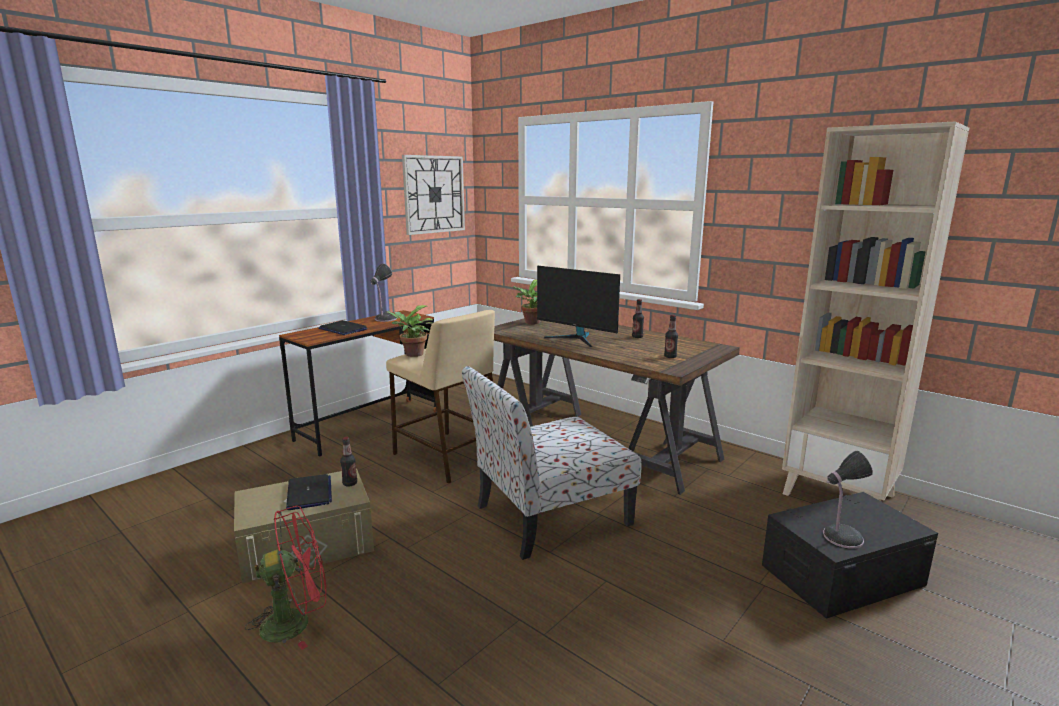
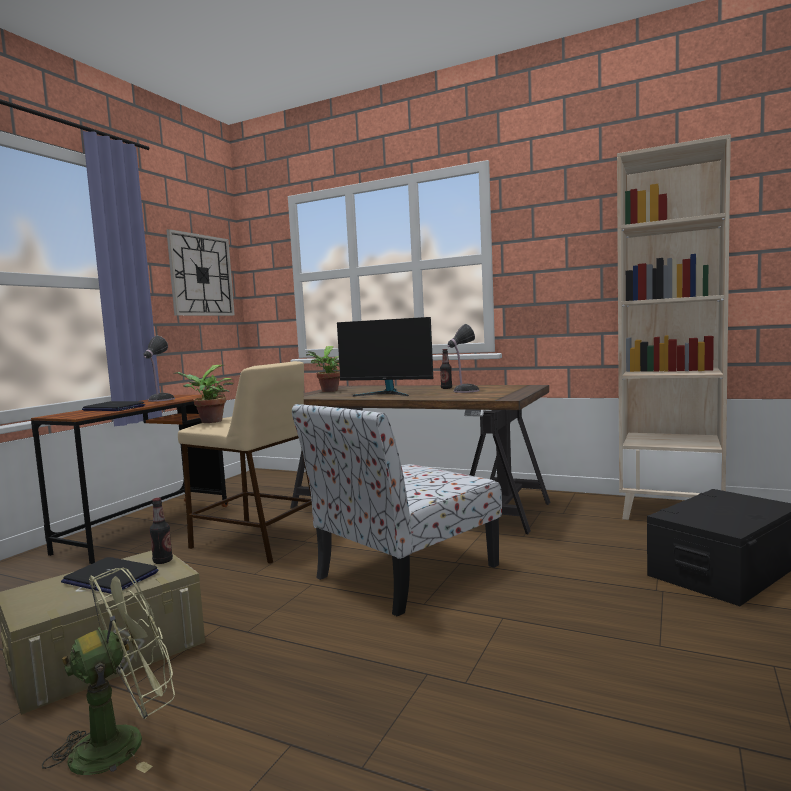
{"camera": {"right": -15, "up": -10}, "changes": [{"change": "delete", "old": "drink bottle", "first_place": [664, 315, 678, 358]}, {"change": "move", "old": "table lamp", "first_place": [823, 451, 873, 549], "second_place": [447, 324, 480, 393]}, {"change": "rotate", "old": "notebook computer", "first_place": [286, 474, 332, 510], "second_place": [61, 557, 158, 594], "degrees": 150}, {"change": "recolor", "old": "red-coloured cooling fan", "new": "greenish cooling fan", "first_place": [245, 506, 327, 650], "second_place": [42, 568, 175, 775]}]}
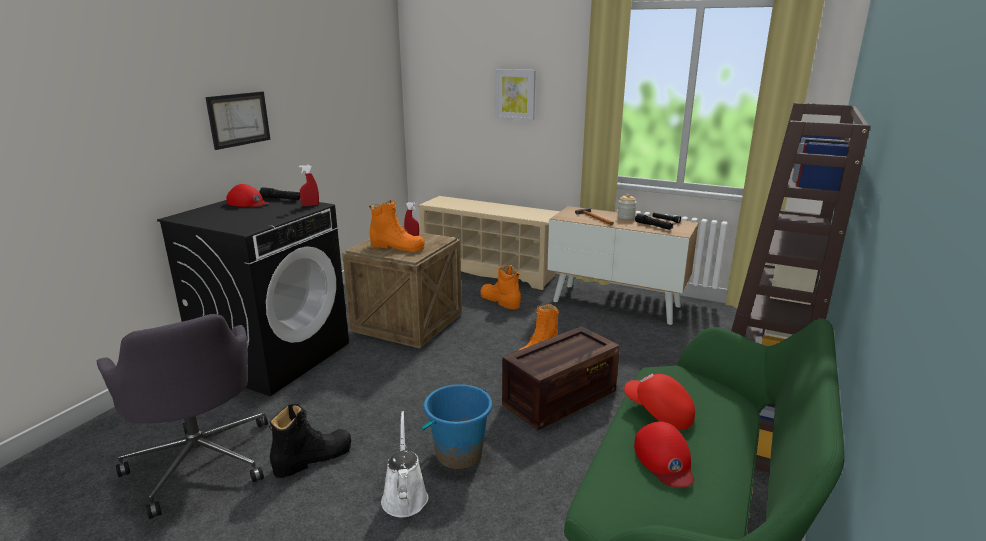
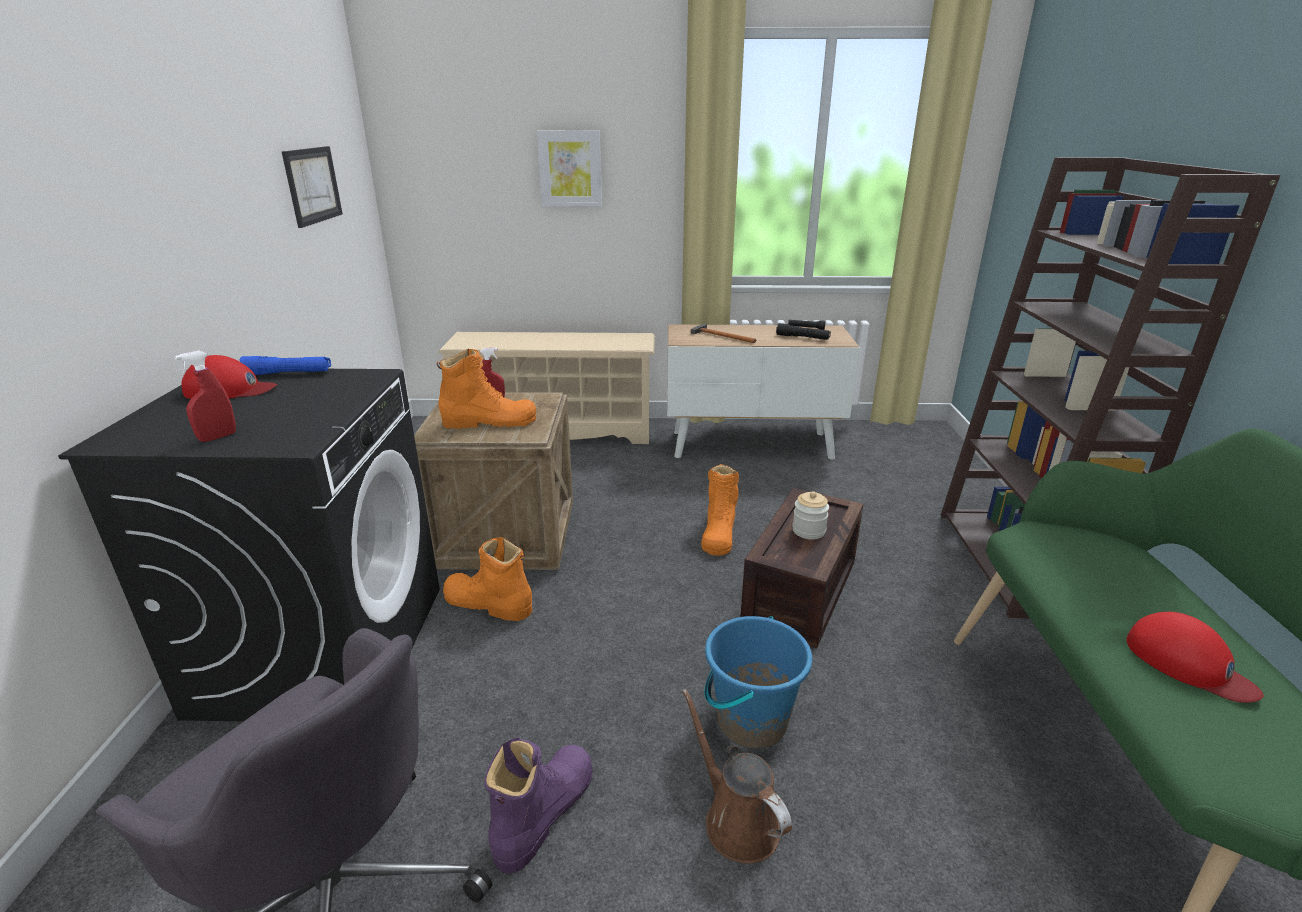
{"camera": {"right": -25, "up": 5}, "changes": [{"change": "move", "old": "wall art", "first_place": [205, 91, 271, 150], "second_place": [282, 146, 343, 228]}, {"change": "move", "old": "red-coloured sprayer", "first_place": [299, 165, 319, 206], "second_place": [175, 351, 236, 442]}, {"change": "recolor", "old": "black torch", "new": "bluish torch", "first_place": [259, 187, 300, 200], "second_place": [240, 356, 331, 375]}, {"change": "move", "old": "preserve jar", "first_place": [617, 194, 637, 219], "second_place": [792, 491, 829, 539]}, {"change": "move", "old": "orange-coloured high-top boot", "first_place": [480, 265, 521, 309], "second_place": [443, 537, 532, 621]}, {"change": "delete", "old": "red-coloured peaked cap", "first_place": [624, 374, 695, 430]}, {"change": "recolor", "old": "black high-top boot", "new": "purple high-top boot", "first_place": [269, 404, 351, 478], "second_place": [484, 737, 593, 874]}, {"change": "recolor", "old": "white watering can", "new": "brown watering can", "first_place": [381, 411, 428, 517], "second_place": [682, 689, 792, 864]}]}
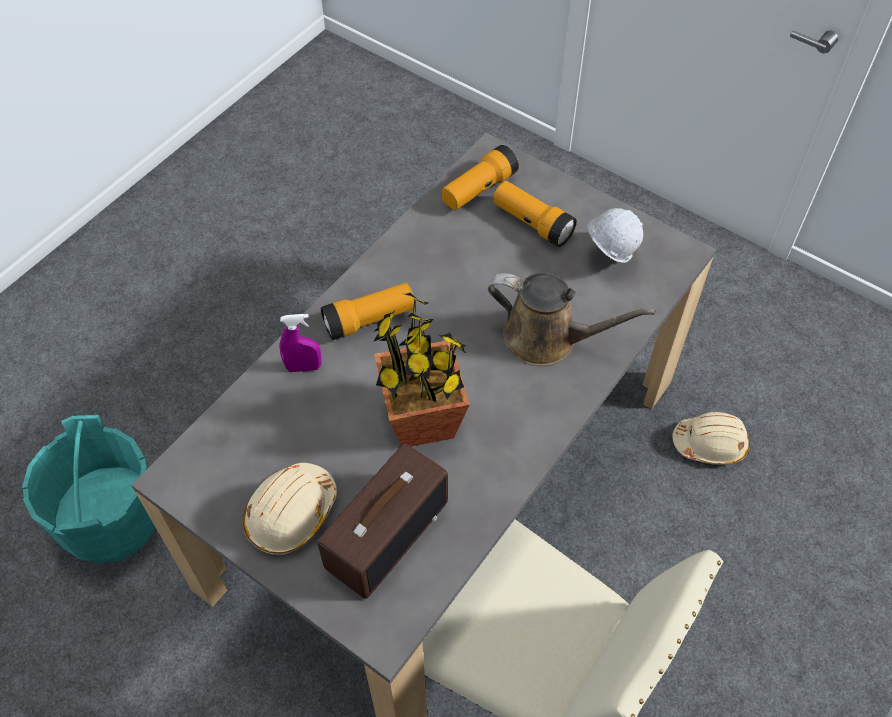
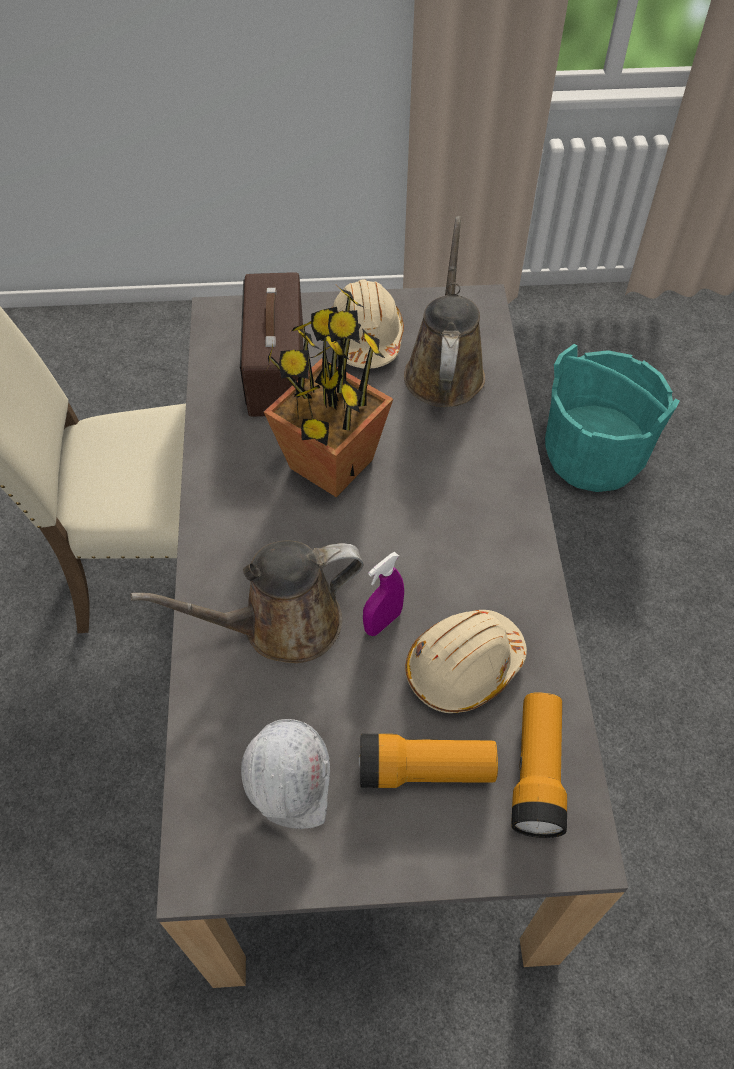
{"camera": {"right": 140, "up": 0}, "changes": [{"change": "delete", "old": "torch", "first_place": [321, 283, 414, 340]}, {"change": "move", "old": "purple sprayer", "first_place": [280, 314, 322, 372], "second_place": [363, 552, 404, 636]}, {"change": "move", "old": "sand-coloured hard hat", "first_place": [672, 412, 750, 465], "second_place": [405, 610, 527, 713]}, {"change": "insert", "new": "brown watering can", "second_place": [404, 216, 485, 407]}]}
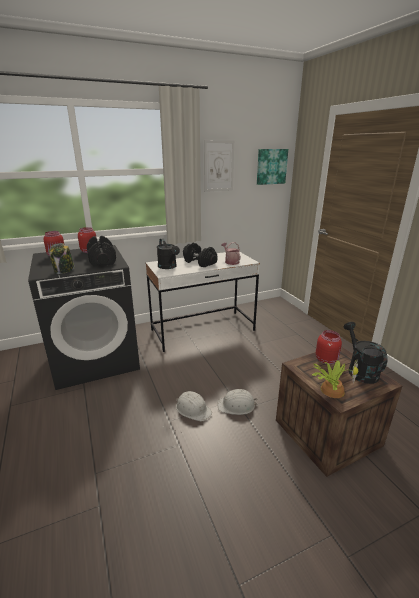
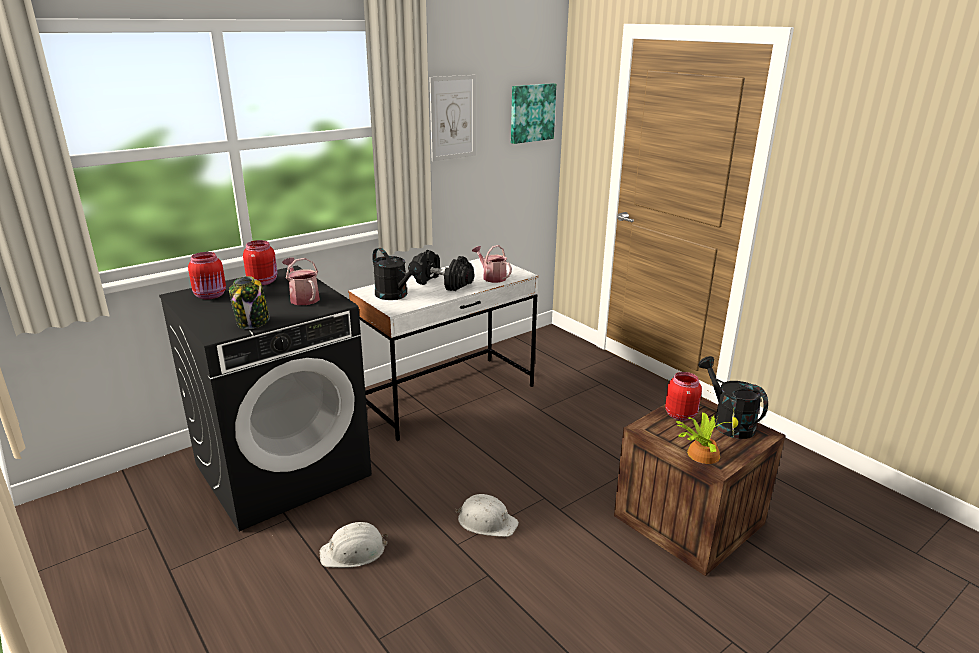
{"camera": {"right": -15, "up": 0}, "changes": [{"change": "replace", "old": "black hand weight", "new": "watering can", "first_place": [86, 236, 116, 267], "second_place": [282, 258, 320, 305]}, {"change": "move", "old": "white hard hat", "first_place": [217, 389, 257, 415], "second_place": [320, 522, 388, 568]}]}
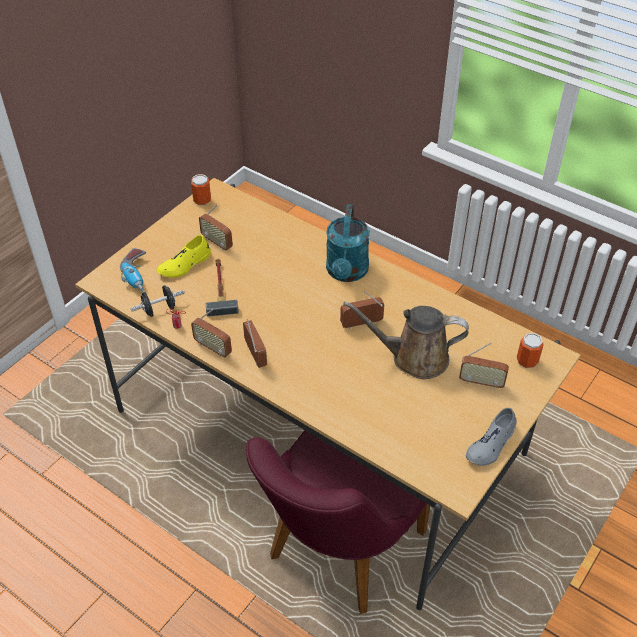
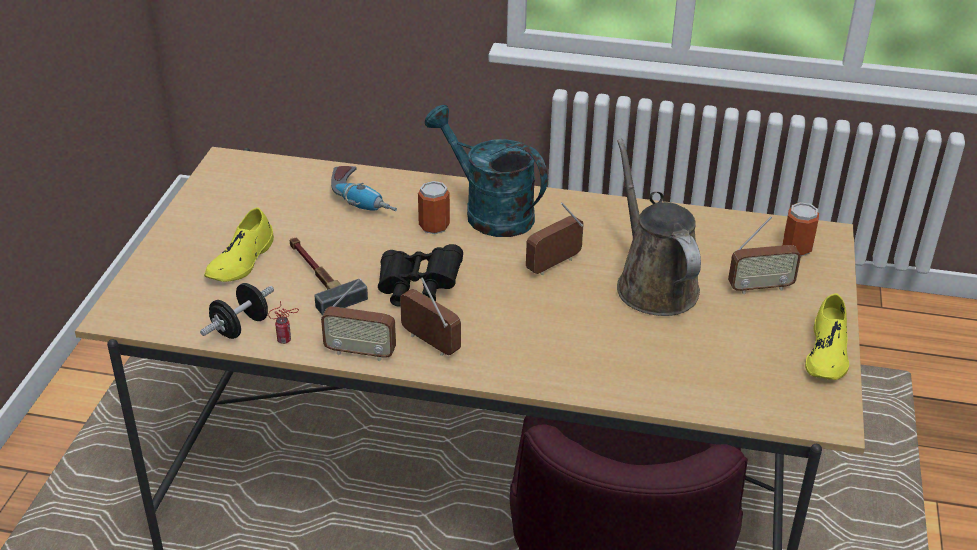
{"camera": {"right": -25, "up": -10}, "changes": [{"change": "move", "old": "sealed can", "first_place": [191, 174, 211, 205], "second_place": [418, 181, 450, 234]}, {"change": "delete", "old": "radio set", "first_place": [199, 204, 233, 251]}, {"change": "rotate", "old": "blue-green watering can", "first_place": [326, 204, 370, 282], "second_place": [425, 105, 548, 237], "degrees": 150}, {"change": "move", "old": "power drill", "first_place": [120, 248, 146, 293], "second_place": [331, 166, 397, 211]}, {"change": "rotate", "old": "brown watering can", "first_place": [343, 301, 469, 379], "second_place": [617, 139, 701, 316], "degrees": 90}, {"change": "recolor", "old": "grey item of footwear", "new": "yellow-coloured item of footwear", "first_place": [466, 408, 517, 466], "second_place": [805, 293, 849, 380]}, {"change": "insert", "new": "black field glasses", "second_place": [378, 244, 463, 307]}]}
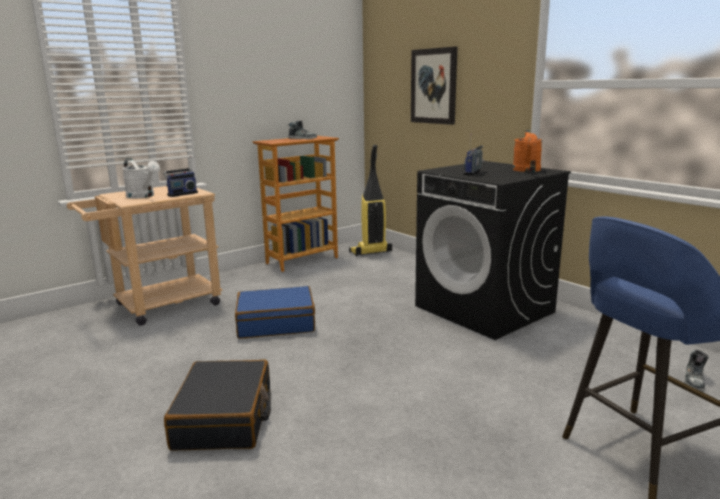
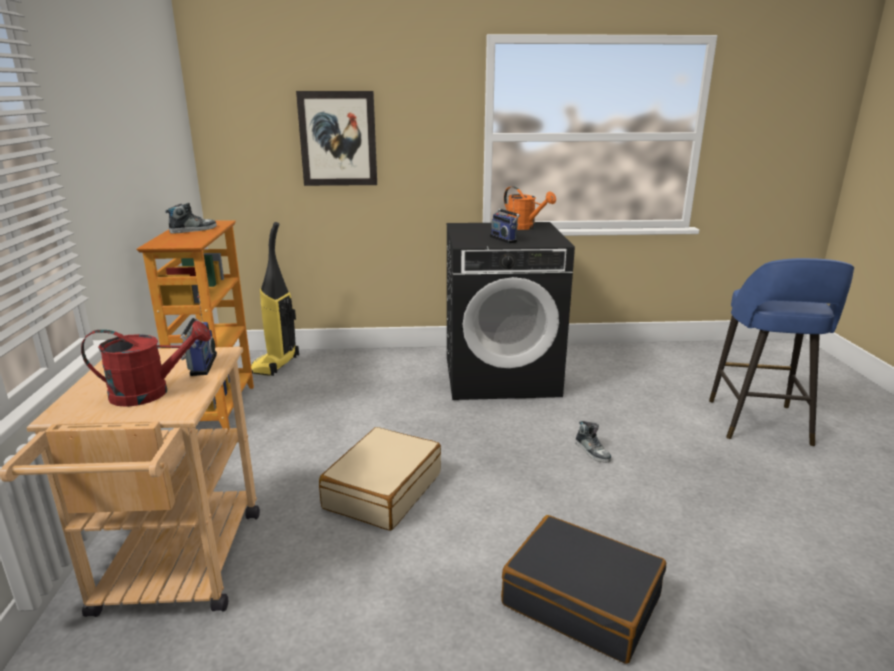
{"camera": {"right": -55, "up": 5}, "changes": [{"change": "recolor", "old": "white watering can", "new": "red-coloured watering can", "first_place": [122, 158, 160, 198], "second_place": [81, 321, 211, 407]}, {"change": "recolor", "old": "bluish suitcase", "new": "sand-coloured suitcase", "first_place": [235, 286, 315, 339], "second_place": [319, 427, 441, 531]}, {"change": "move", "old": "item of footwear", "first_place": [684, 350, 709, 392], "second_place": [575, 421, 611, 463]}]}
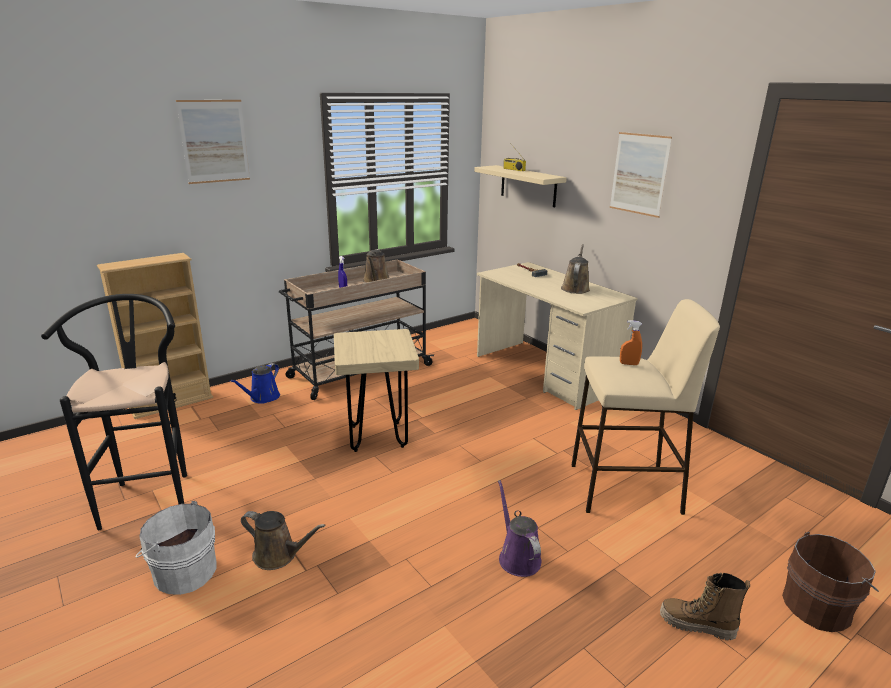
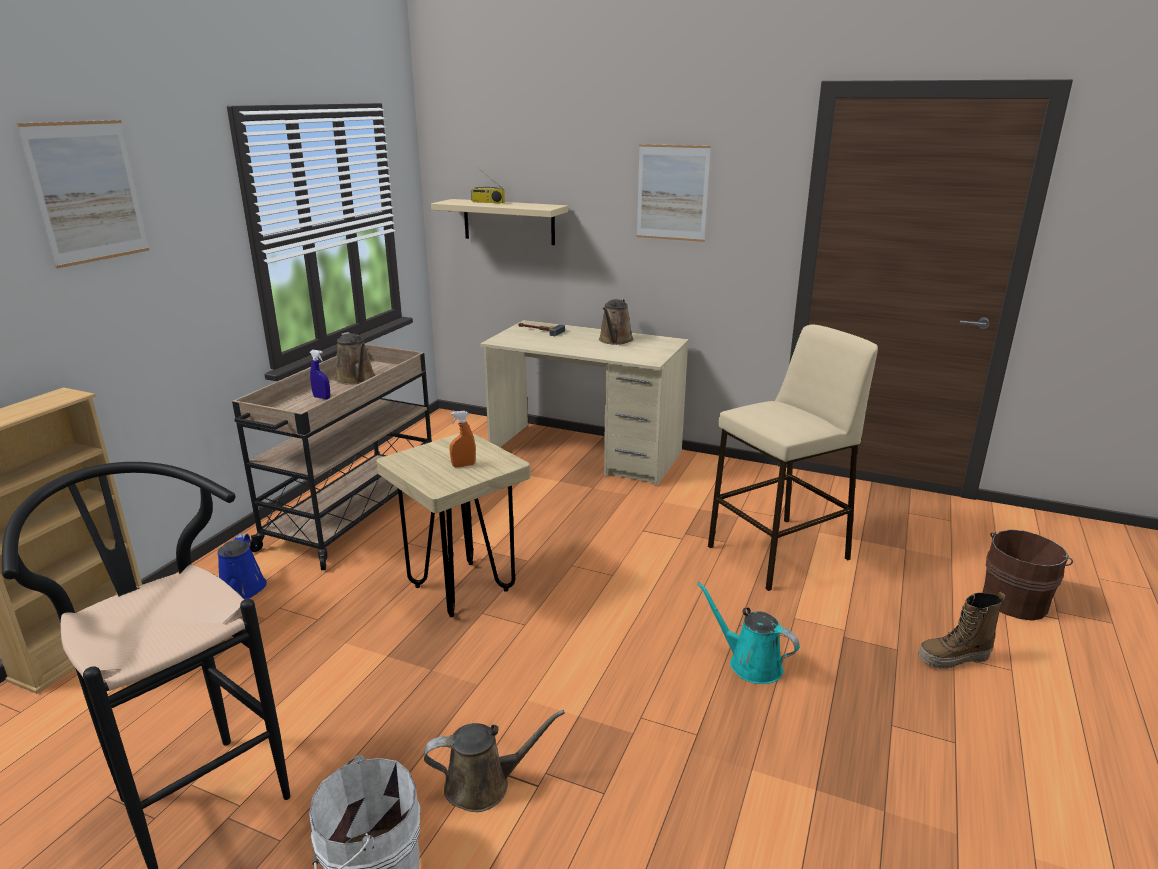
{"camera": {"right": -30, "up": 0}, "changes": [{"change": "rotate", "old": "brown watering can", "first_place": [561, 244, 590, 294], "second_place": [599, 299, 634, 345], "degrees": -150}, {"change": "move", "old": "orange-coloured sprayer", "first_place": [620, 320, 642, 365], "second_place": [450, 411, 476, 467]}, {"change": "recolor", "old": "purple watering can", "new": "blue-green watering can", "first_place": [498, 480, 541, 577], "second_place": [697, 582, 800, 684]}]}
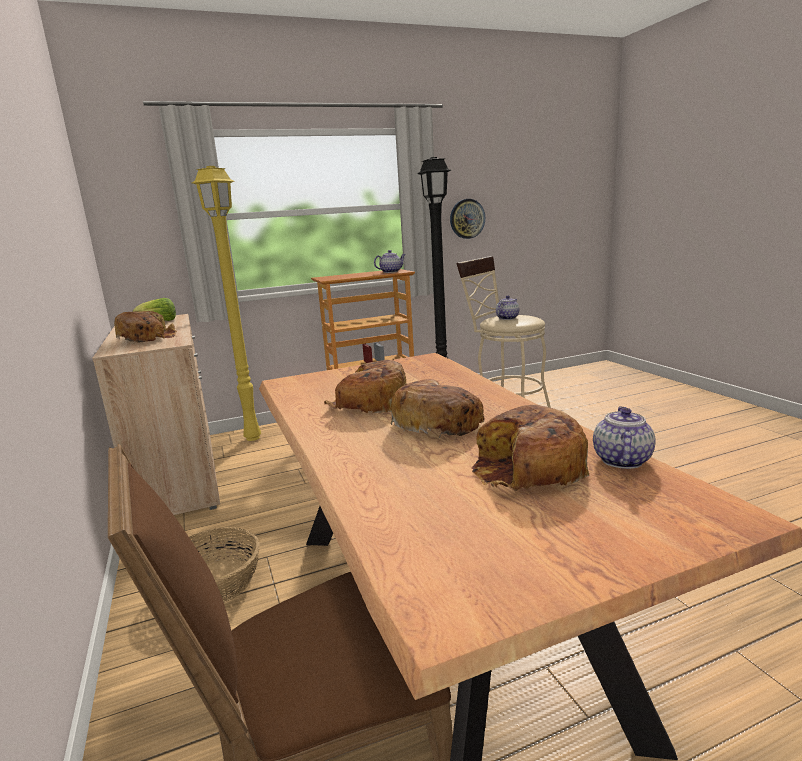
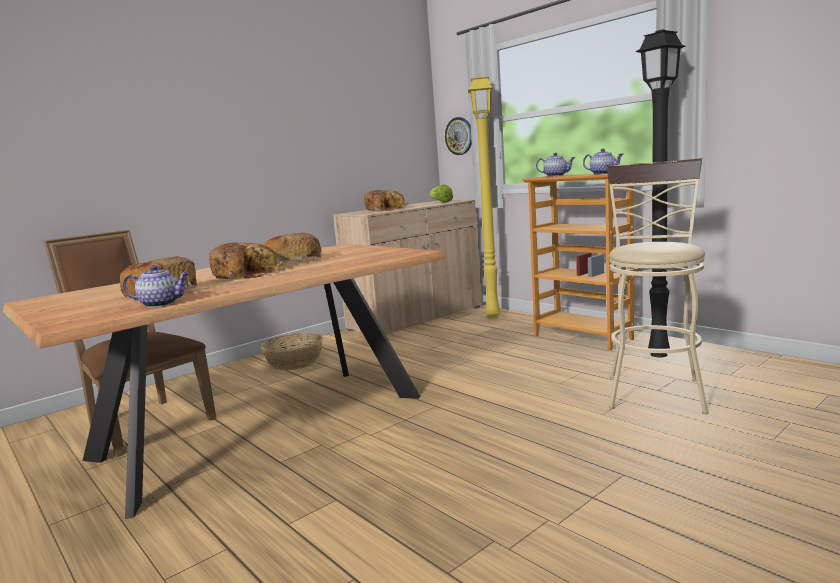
{"camera": {"right": 70, "up": -5}, "changes": [{"change": "move", "old": "clock on the wall", "first_place": [450, 199, 485, 239], "second_place": [445, 117, 472, 155]}, {"change": "move", "old": "tea pot", "first_place": [496, 296, 519, 320], "second_place": [536, 153, 575, 177]}]}
